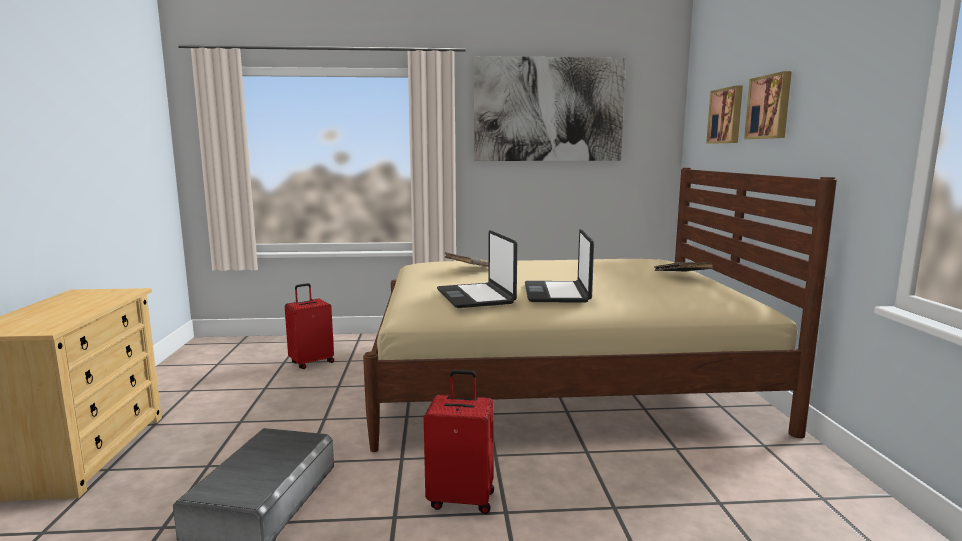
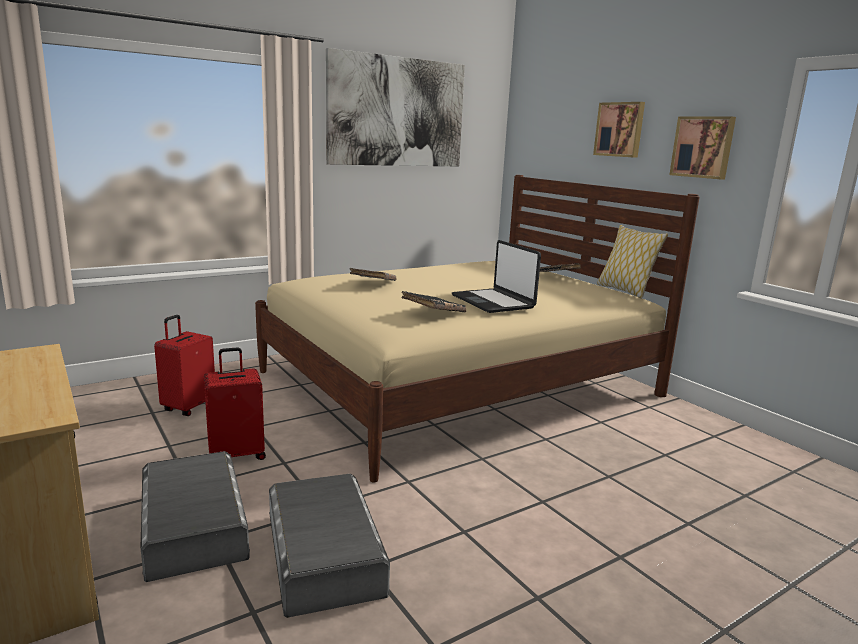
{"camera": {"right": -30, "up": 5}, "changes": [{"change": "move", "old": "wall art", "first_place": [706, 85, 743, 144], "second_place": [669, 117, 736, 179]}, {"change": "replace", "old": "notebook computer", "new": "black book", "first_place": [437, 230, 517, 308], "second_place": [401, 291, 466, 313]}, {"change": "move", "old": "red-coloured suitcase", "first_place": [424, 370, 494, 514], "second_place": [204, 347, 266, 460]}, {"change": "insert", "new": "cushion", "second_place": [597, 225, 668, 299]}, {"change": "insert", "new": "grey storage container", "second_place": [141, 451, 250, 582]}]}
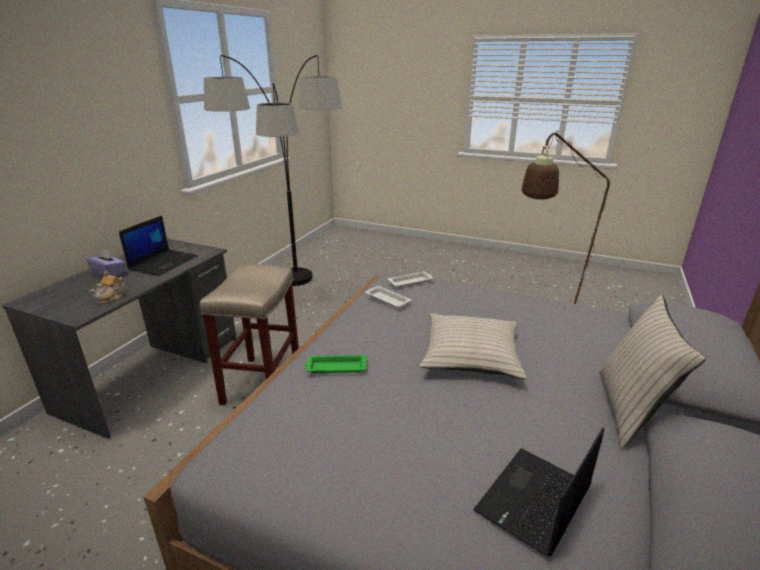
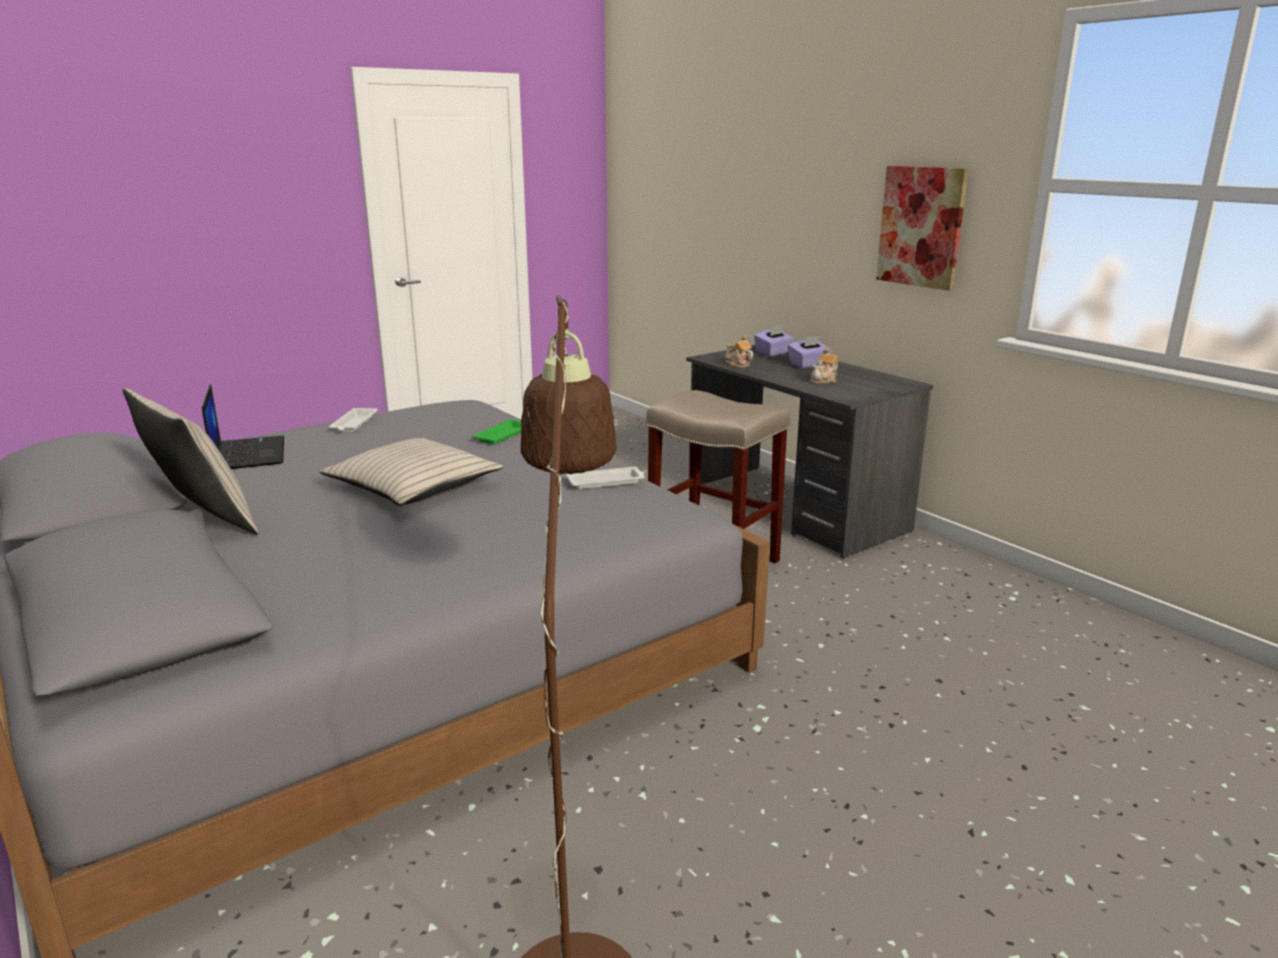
{"camera": {"right": 120, "up": -5}, "changes": [{"change": "delete", "old": "floor lamp", "first_place": [204, 55, 342, 286]}, {"change": "replace", "old": "notebook computer", "new": "tea pot", "first_place": [119, 216, 198, 276], "second_place": [811, 348, 839, 384]}, {"change": "move", "old": "white tray", "first_place": [388, 272, 433, 288], "second_place": [329, 408, 378, 432]}, {"change": "insert", "new": "wall art", "second_place": [876, 166, 968, 291]}, {"change": "insert", "new": "purple tissue box", "second_place": [754, 325, 795, 357]}]}
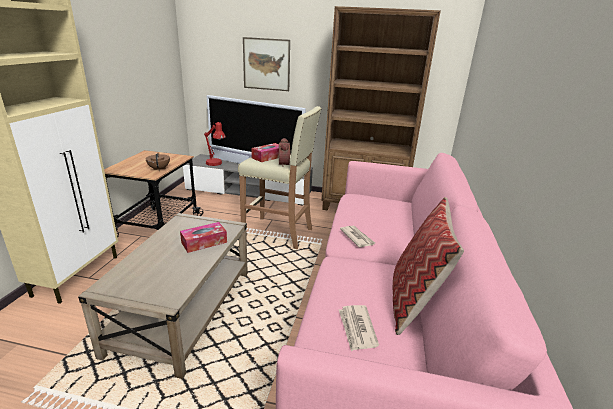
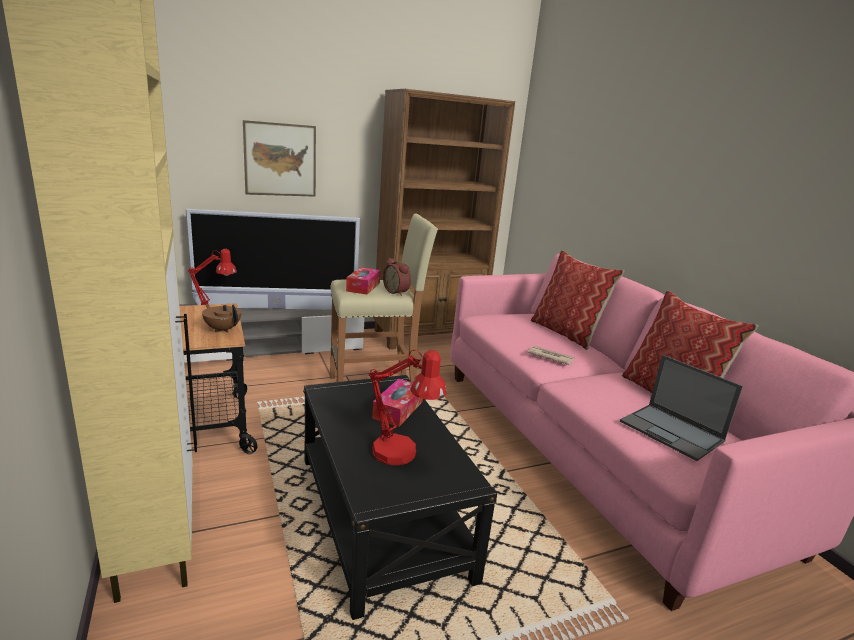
{"camera": {"right": -35, "up": -5}, "changes": [{"change": "recolor", "old": "sand-coloured coffee table", "new": "black coffee table", "first_place": [78, 213, 248, 379], "second_place": [303, 375, 497, 620]}, {"change": "replace", "old": "newspaper", "new": "notebook computer", "first_place": [339, 305, 379, 351], "second_place": [620, 355, 743, 461]}, {"change": "insert", "new": "cushion", "second_place": [531, 250, 625, 350]}, {"change": "insert", "new": "red-coloured table lamp", "second_place": [369, 350, 447, 465]}]}
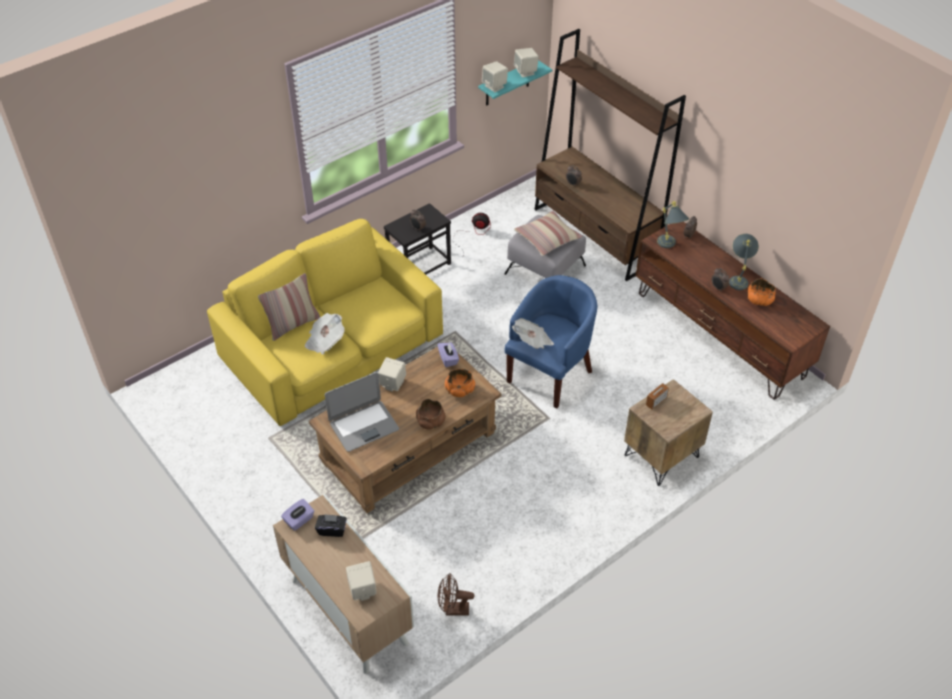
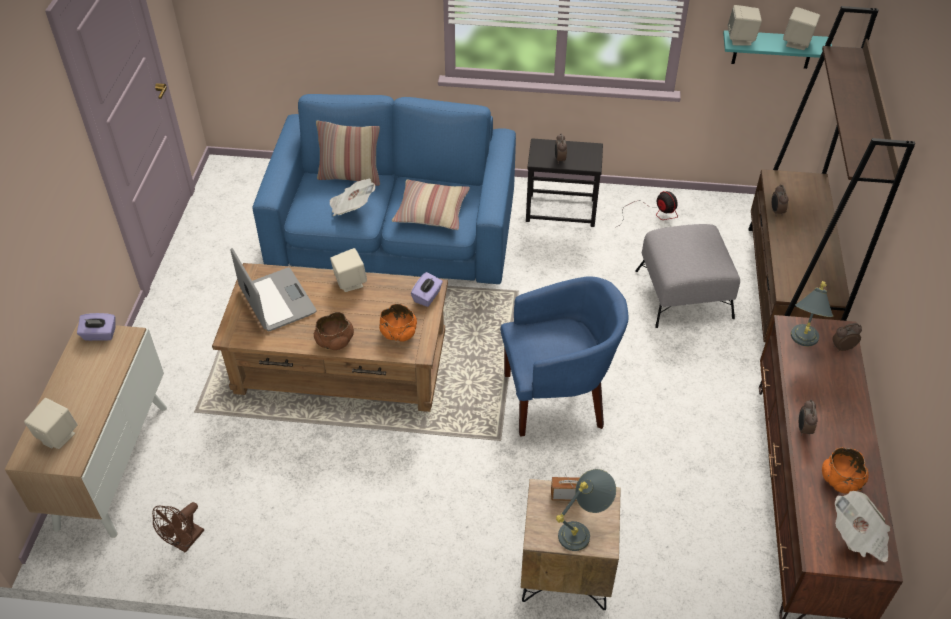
{"camera": {"right": 45, "up": 0}, "changes": [{"change": "move", "old": "cushion", "first_place": [514, 211, 583, 256], "second_place": [392, 179, 470, 230]}, {"change": "recolor", "old": "yellow-coloured sofa", "new": "bluish sofa", "first_place": [207, 219, 443, 426], "second_place": [252, 94, 516, 284]}, {"change": "move", "old": "grey table lamp", "first_place": [729, 234, 759, 290], "second_place": [556, 469, 616, 551]}, {"change": "move", "old": "newspaper", "first_place": [512, 318, 554, 349], "second_place": [835, 491, 890, 562]}, {"change": "rotate", "old": "notebook computer", "first_place": [325, 372, 399, 452], "second_place": [230, 248, 317, 331], "degrees": -135}, {"change": "delete", "old": "black tissue box", "first_place": [315, 514, 347, 537]}, {"change": "rotate", "old": "brown cooling fan", "first_place": [438, 573, 474, 615], "second_place": [152, 502, 204, 553], "degrees": -105}]}
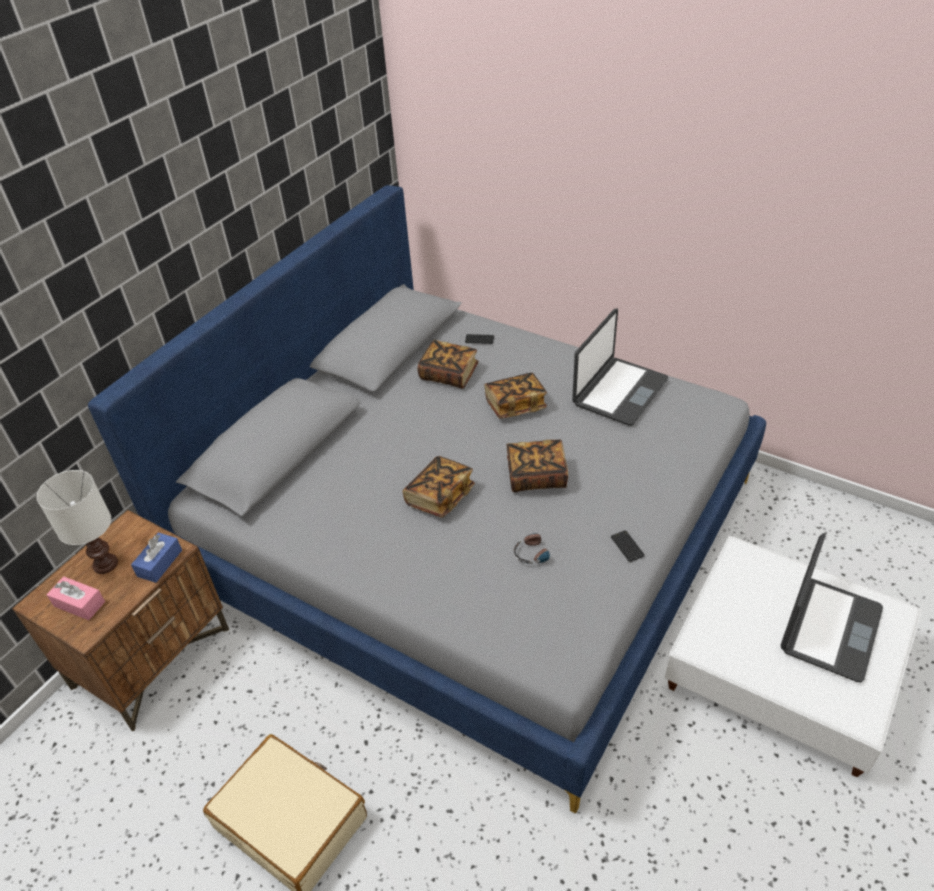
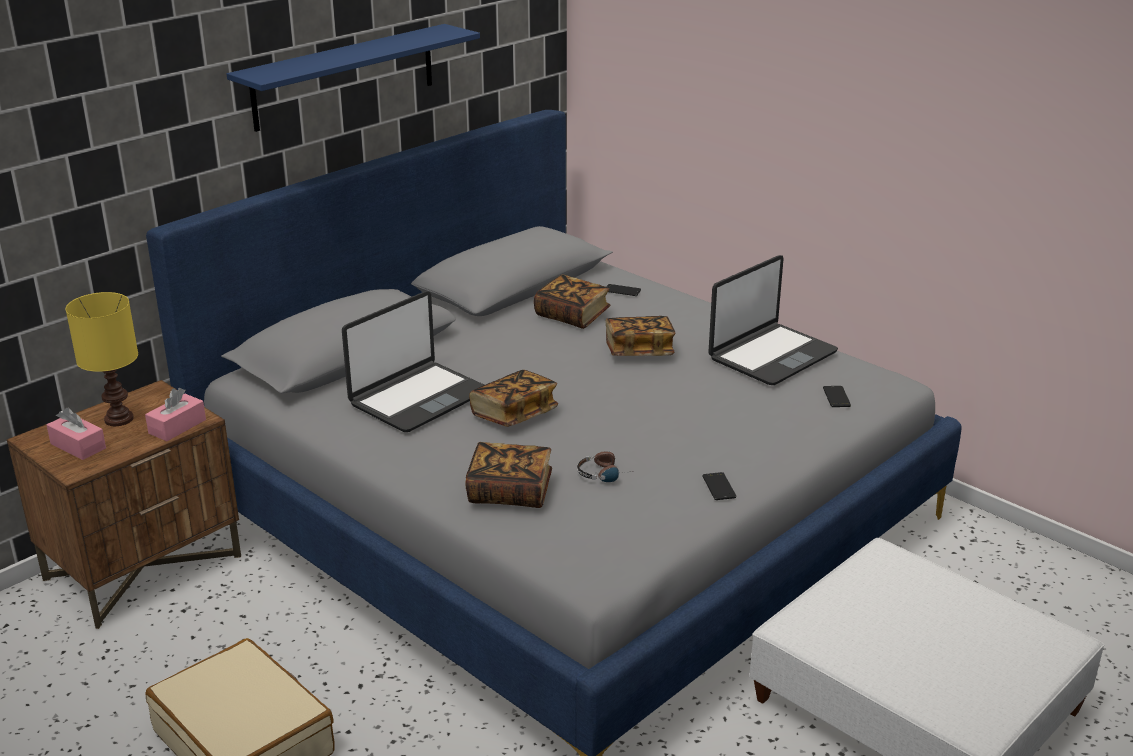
{"camera": {"right": 10, "up": -15}, "changes": [{"change": "move", "old": "book", "first_place": [507, 440, 568, 492], "second_place": [466, 442, 552, 508]}, {"change": "recolor", "old": "white table lamp", "new": "yellow-coloured table lamp", "first_place": [37, 470, 118, 574], "second_place": [66, 292, 138, 426]}, {"change": "recolor", "old": "bluish tissue box", "new": "pink tissue box", "first_place": [131, 532, 182, 583], "second_place": [145, 388, 206, 441]}, {"change": "move", "old": "notebook computer", "first_place": [781, 533, 883, 683], "second_place": [342, 291, 484, 432]}, {"change": "insert", "new": "bluish bracket shelf", "second_place": [227, 24, 480, 132]}, {"change": "insert", "new": "phone", "second_place": [823, 386, 851, 407]}]}
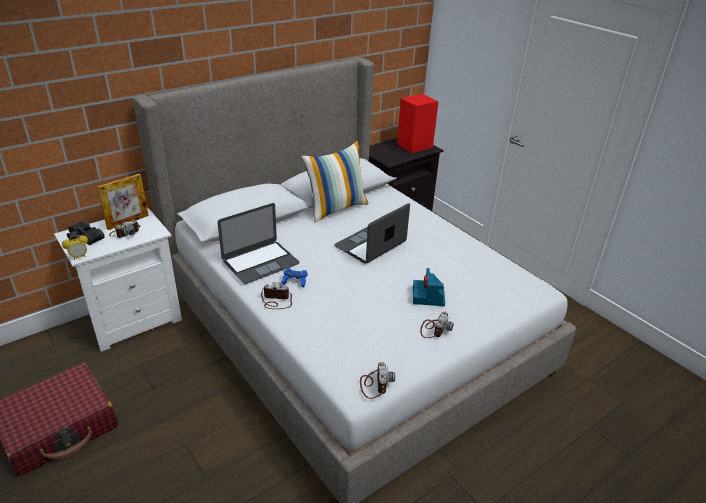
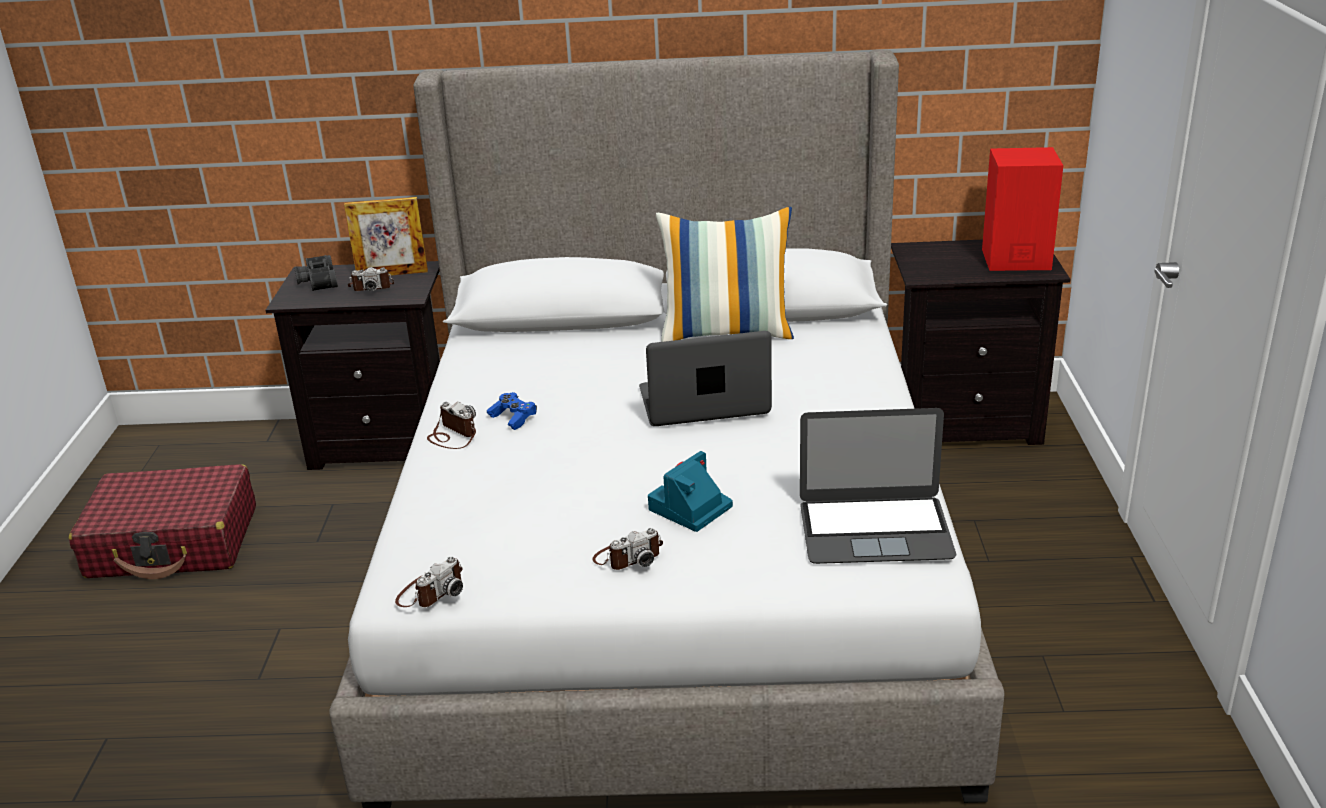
{"camera": {"right": 40, "up": -5}, "changes": [{"change": "move", "old": "notebook computer", "first_place": [218, 203, 299, 284], "second_place": [800, 408, 956, 564]}, {"change": "recolor", "old": "white nightstand", "new": "black nightstand", "first_place": [54, 208, 182, 352], "second_place": [265, 261, 440, 470]}, {"change": "delete", "old": "bedside clock", "first_place": [62, 235, 88, 260]}]}
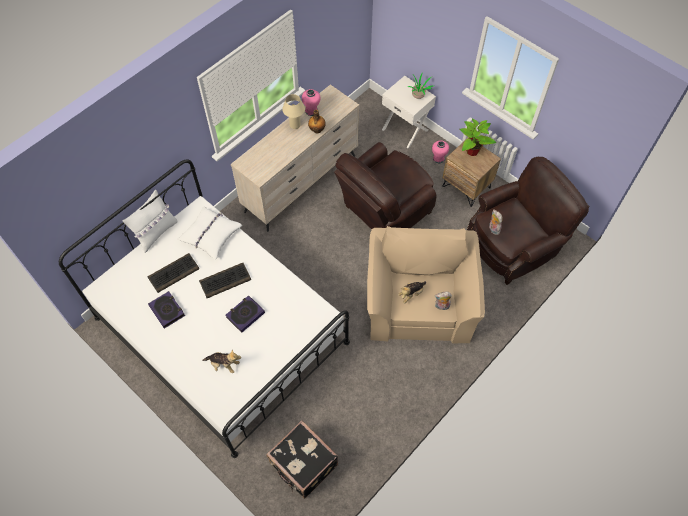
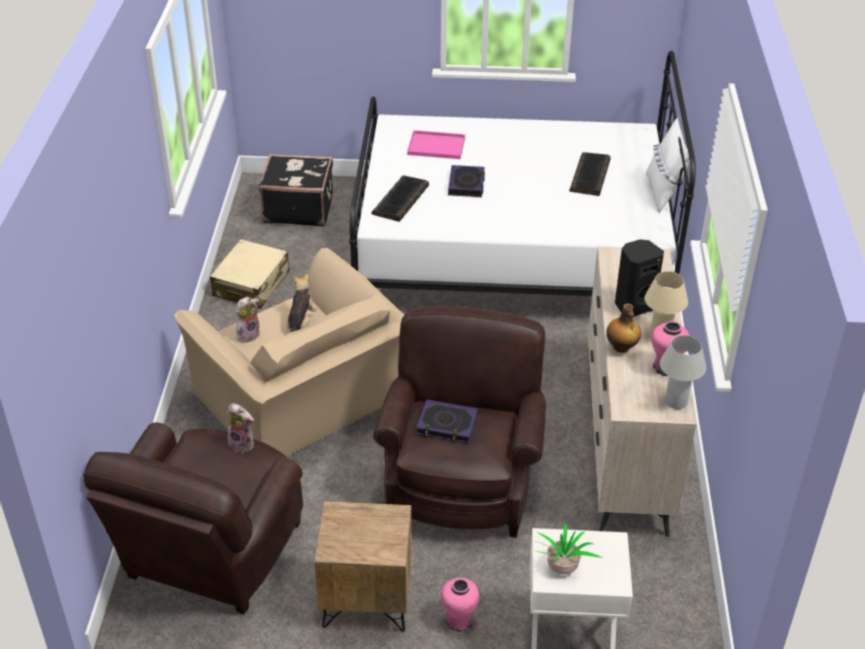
{"camera": {"right": 140, "up": -20}, "changes": [{"change": "delete", "old": "houseplant", "first_place": [459, 119, 496, 156]}, {"change": "delete", "old": "white cushion", "first_place": [178, 207, 242, 260]}, {"change": "move", "old": "PC keyboard", "first_place": [199, 263, 251, 298], "second_place": [372, 176, 429, 222]}, {"change": "move", "old": "book", "first_place": [148, 291, 185, 329], "second_place": [416, 399, 478, 444]}, {"change": "replace", "old": "plush toy", "new": "pink tray", "first_place": [202, 350, 241, 373], "second_place": [407, 130, 465, 159]}, {"change": "insert", "new": "sand-coloured suitcase", "second_place": [210, 239, 290, 309]}, {"change": "insert", "new": "black audio speaker", "second_place": [615, 239, 664, 317]}, {"change": "insert", "new": "white table lamp", "second_place": [660, 335, 706, 409]}]}
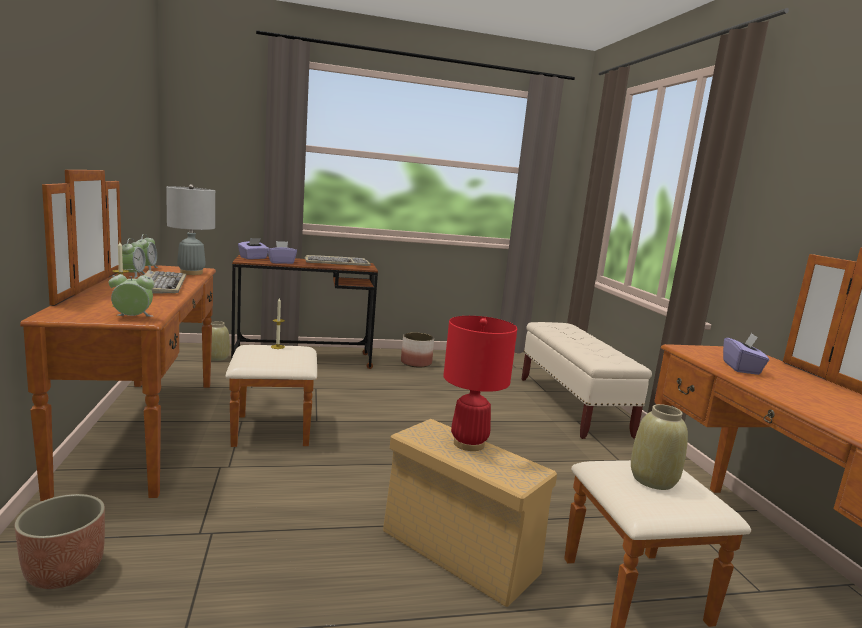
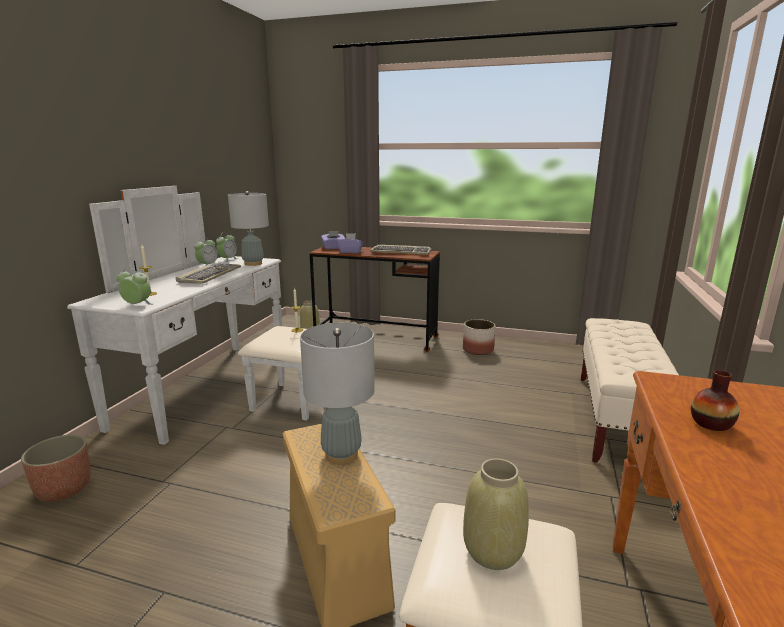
{"camera": {"right": 30, "up": 5}, "changes": [{"change": "recolor", "old": "brown dresser", "new": "white dresser", "first_place": [20, 170, 317, 501], "second_place": [67, 186, 309, 445]}, {"change": "recolor", "old": "red-coloured table lamp", "new": "grey table lamp", "first_place": [443, 316, 517, 451], "second_place": [300, 323, 375, 465]}, {"change": "replace", "old": "purple tissue box", "new": "vase", "first_place": [723, 333, 769, 375], "second_place": [691, 370, 739, 431]}]}
